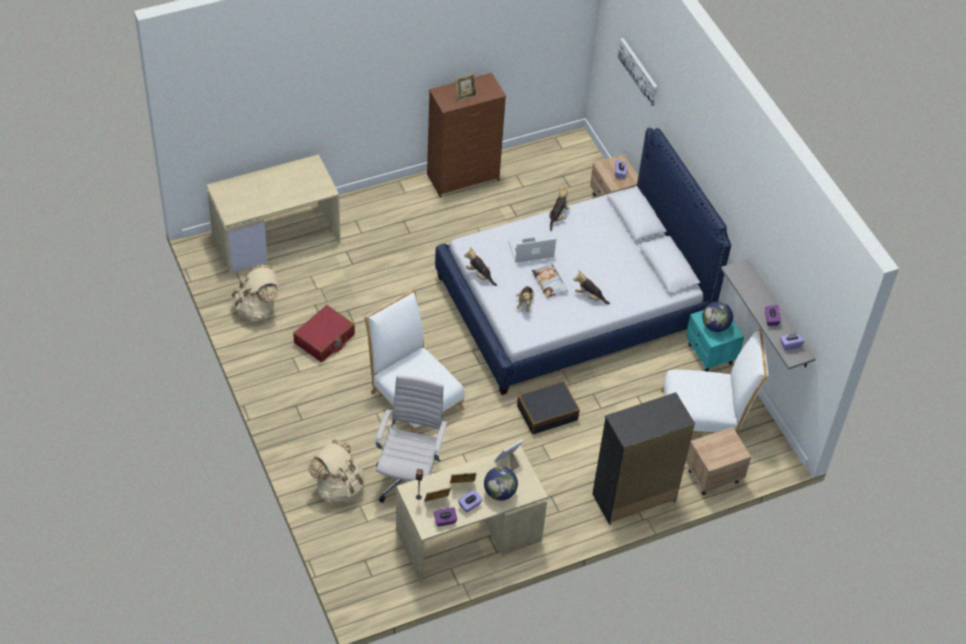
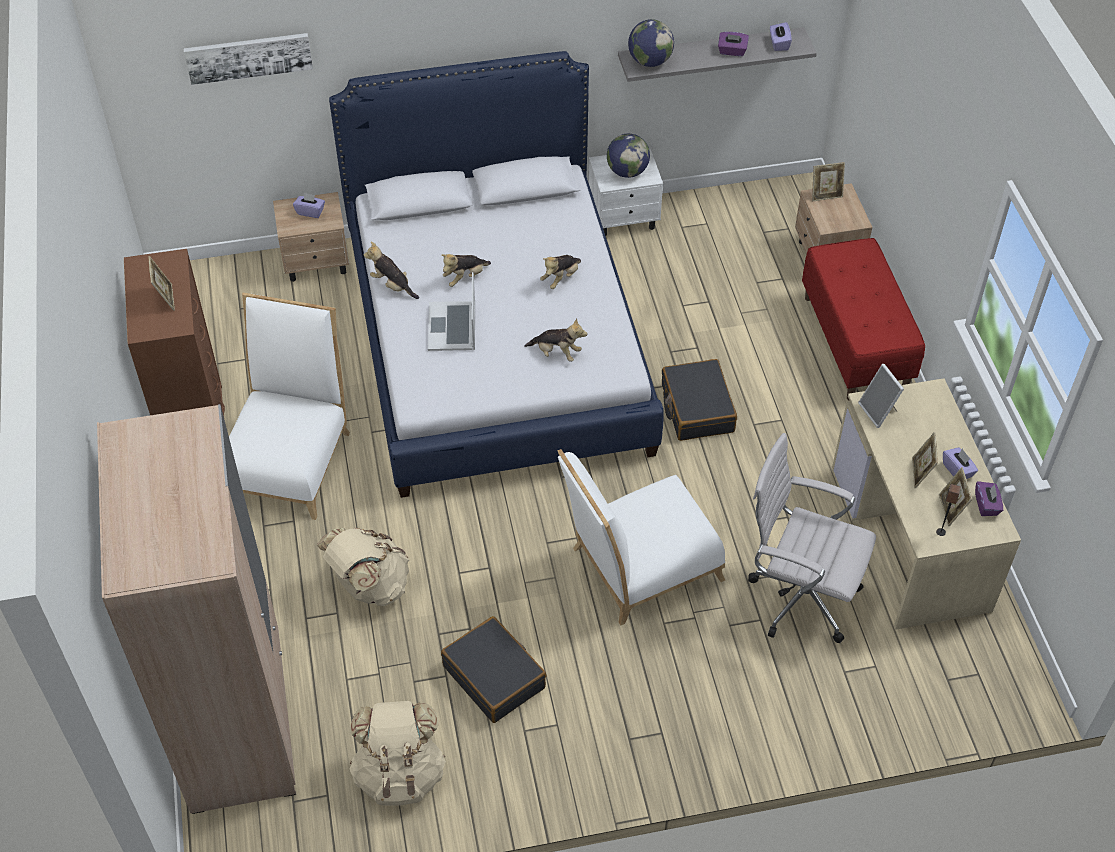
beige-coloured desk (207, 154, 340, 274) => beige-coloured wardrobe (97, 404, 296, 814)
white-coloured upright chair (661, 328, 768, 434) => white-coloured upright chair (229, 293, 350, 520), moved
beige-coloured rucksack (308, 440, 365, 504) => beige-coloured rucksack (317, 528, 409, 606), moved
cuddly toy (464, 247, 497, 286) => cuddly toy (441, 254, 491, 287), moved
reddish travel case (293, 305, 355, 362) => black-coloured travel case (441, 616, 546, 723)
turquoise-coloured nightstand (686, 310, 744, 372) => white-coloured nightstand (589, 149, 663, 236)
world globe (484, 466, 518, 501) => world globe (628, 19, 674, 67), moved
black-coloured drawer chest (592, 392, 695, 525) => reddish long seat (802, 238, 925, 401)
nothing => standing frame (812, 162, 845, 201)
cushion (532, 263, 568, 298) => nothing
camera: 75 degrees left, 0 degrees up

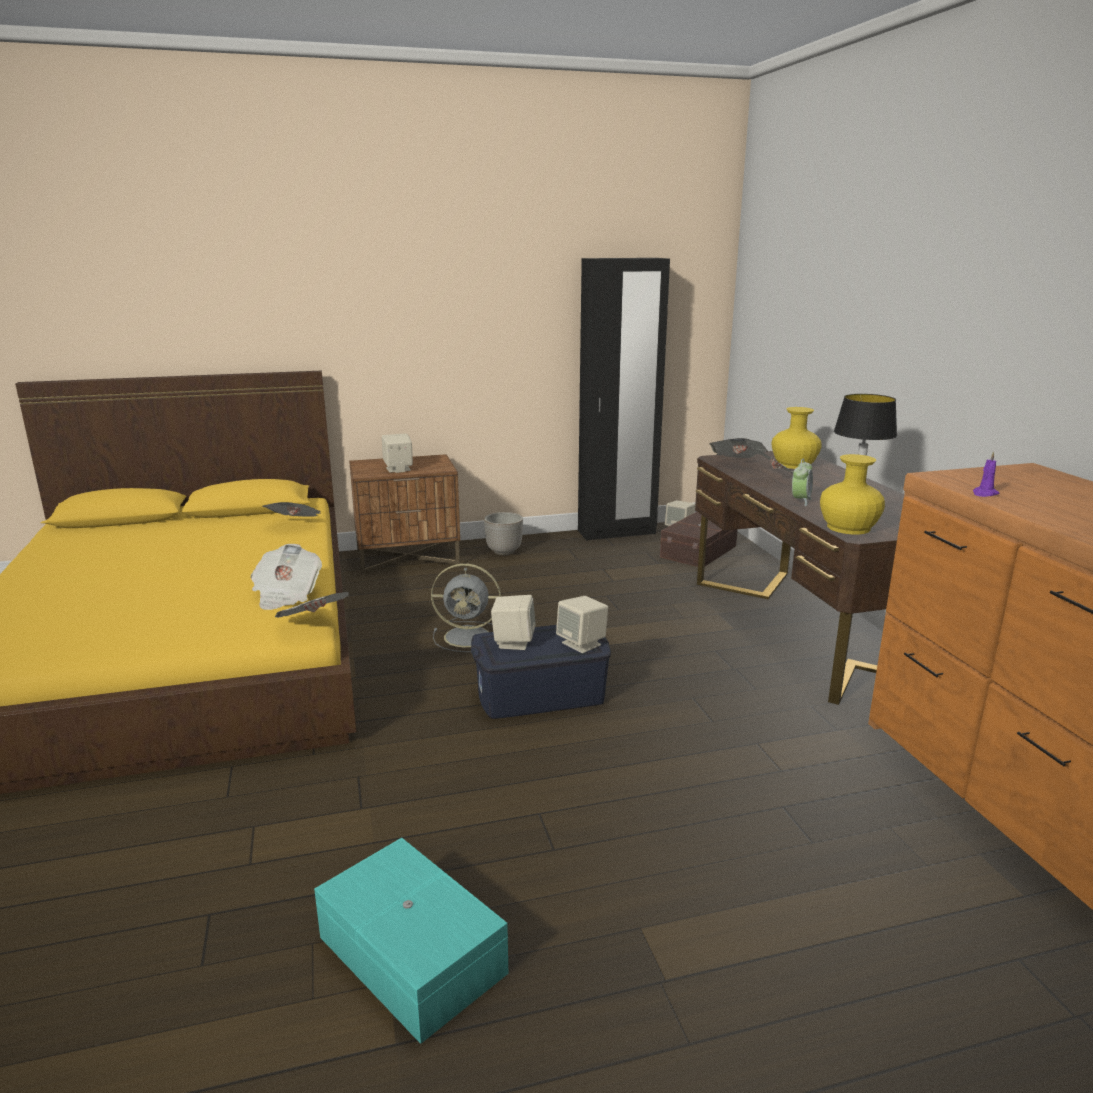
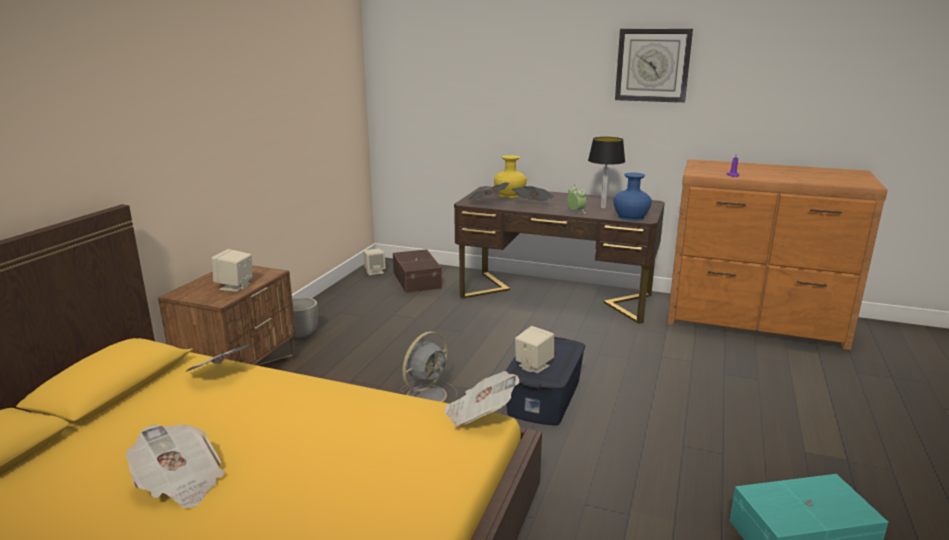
daily paper (251, 544, 322, 610) => daily paper (126, 424, 225, 508), moved
yellow-coloured vase (820, 454, 885, 535) => bluish vase (613, 173, 652, 221)
nothing => wall clock (615, 29, 693, 103)
beige-coloured speaker (556, 596, 608, 653) => nothing
black-coloured wardrobe (578, 258, 670, 541) => nothing
camera: 55 degrees left, 0 degrees up

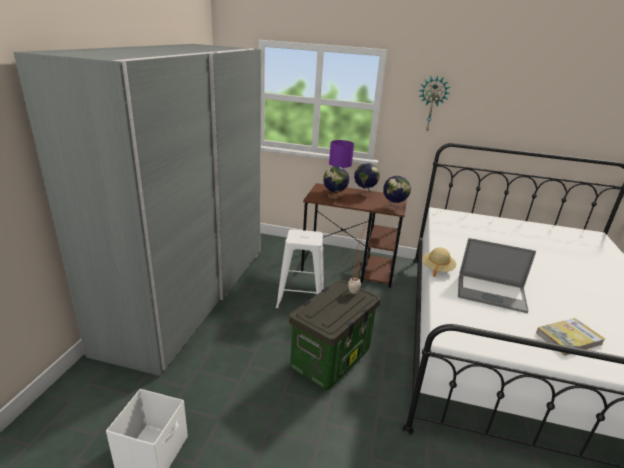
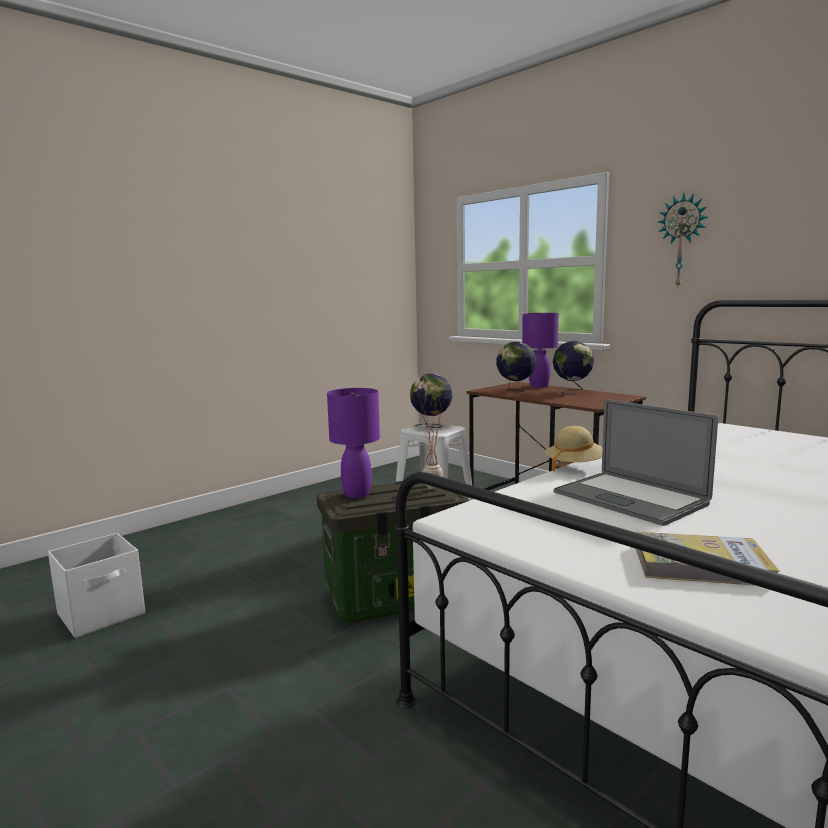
nothing => purplish lamp for a table (327, 388, 380, 498)
world globe (382, 176, 411, 210) => world globe (410, 374, 452, 428), moved
grey wardrobe (14, 44, 262, 376) => nothing
camera: 35 degrees right, 15 degrees down

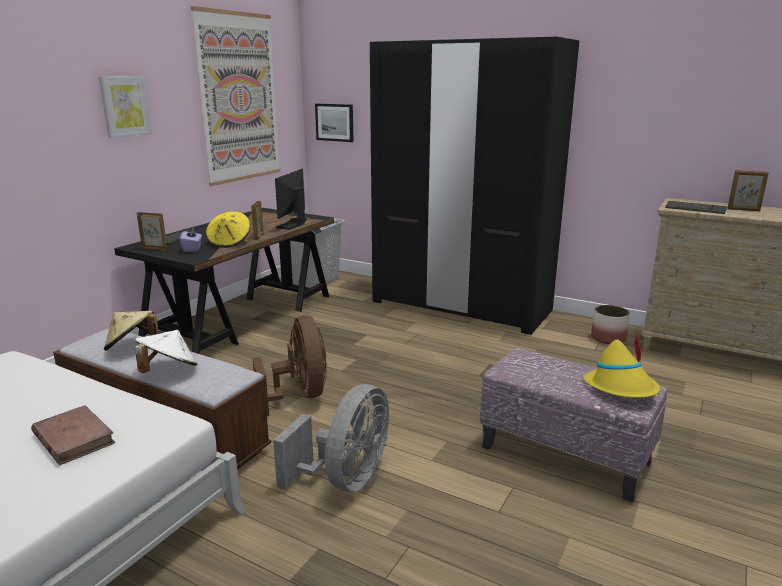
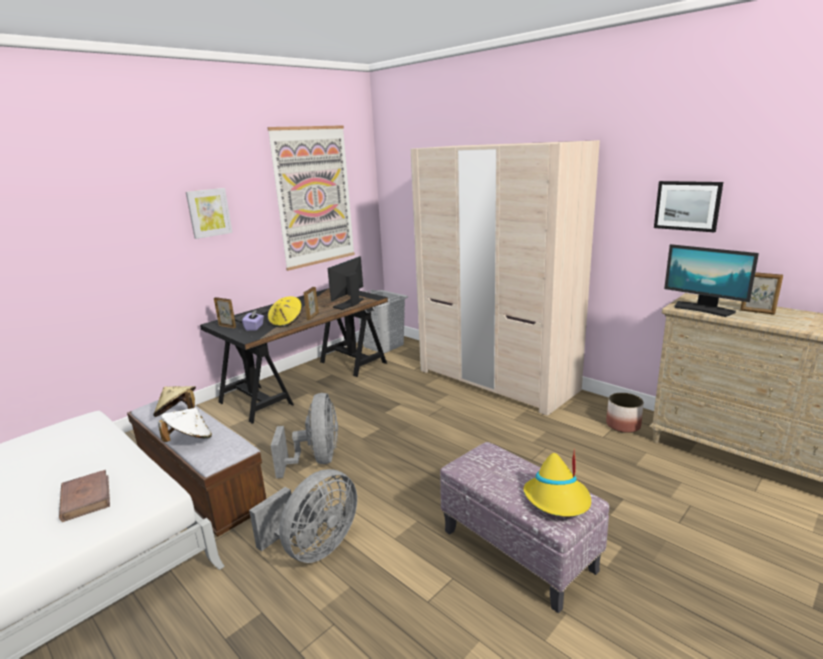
brown fan (253, 315, 327, 417) => grey fan (271, 393, 338, 478)
black-coloured wardrobe (370, 37, 579, 335) => beige-coloured wardrobe (411, 140, 600, 416)
picture (315, 104, 354, 142) => picture (654, 181, 723, 232), moved
PC keyboard (665, 201, 727, 214) => monitor (664, 244, 759, 317)
camera: 15 degrees right, 0 degrees up

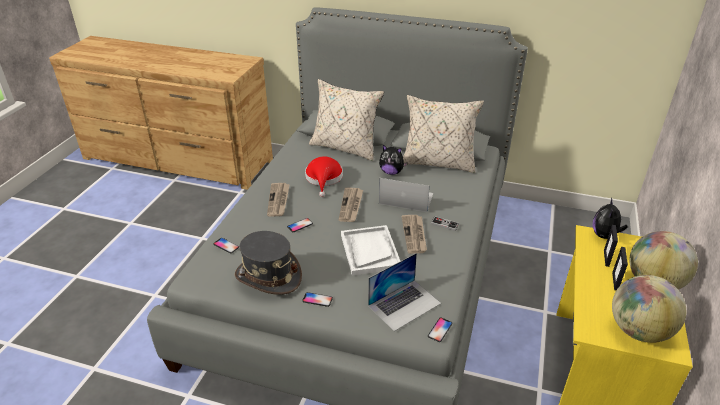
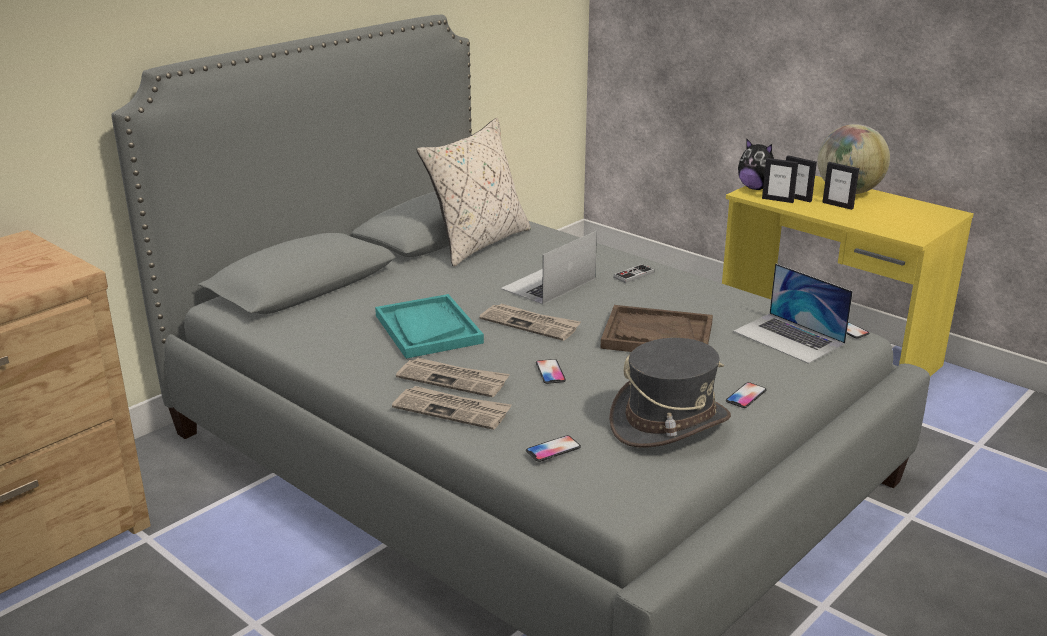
reddish clothing hat (305, 156, 343, 197) => turquoise-coloured tray (375, 294, 484, 359)
daily paper (402, 215, 427, 254) => daily paper (392, 386, 511, 430), moved
white-coloured tray (341, 225, 400, 276) => brown tray (601, 305, 713, 352)
notebook computer (368, 253, 441, 331) => notebook computer (733, 263, 853, 364), 150 degrees clockwise
nothing => standing frame (762, 158, 798, 203)
beige-coloured cushion (309, 79, 384, 161) => nothing
cuddly toy (379, 145, 408, 175) => nothing
world globe (612, 275, 686, 343) => nothing
camera: 65 degrees left, 10 degrees down

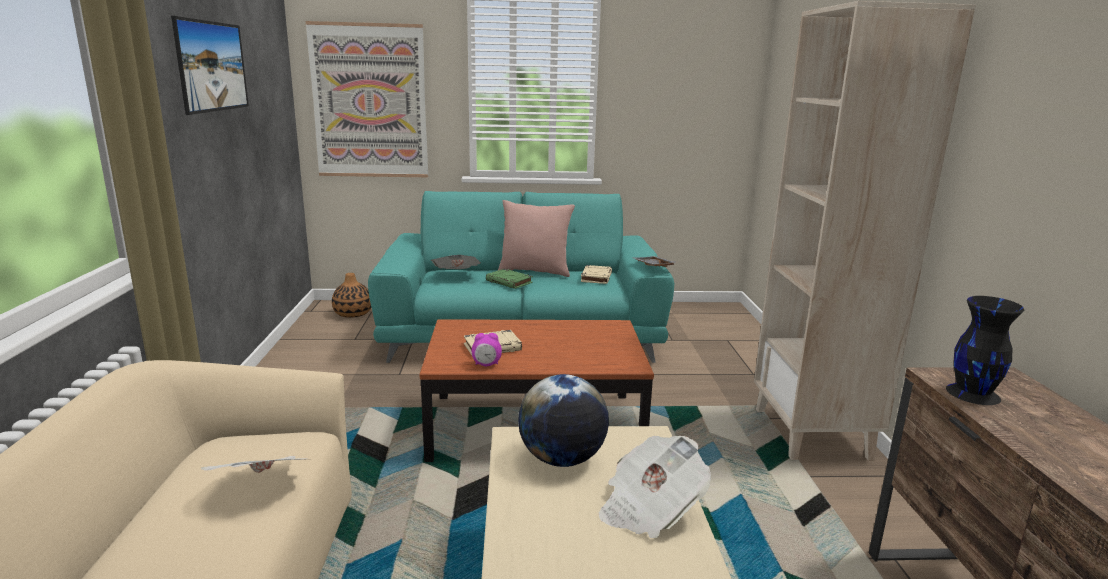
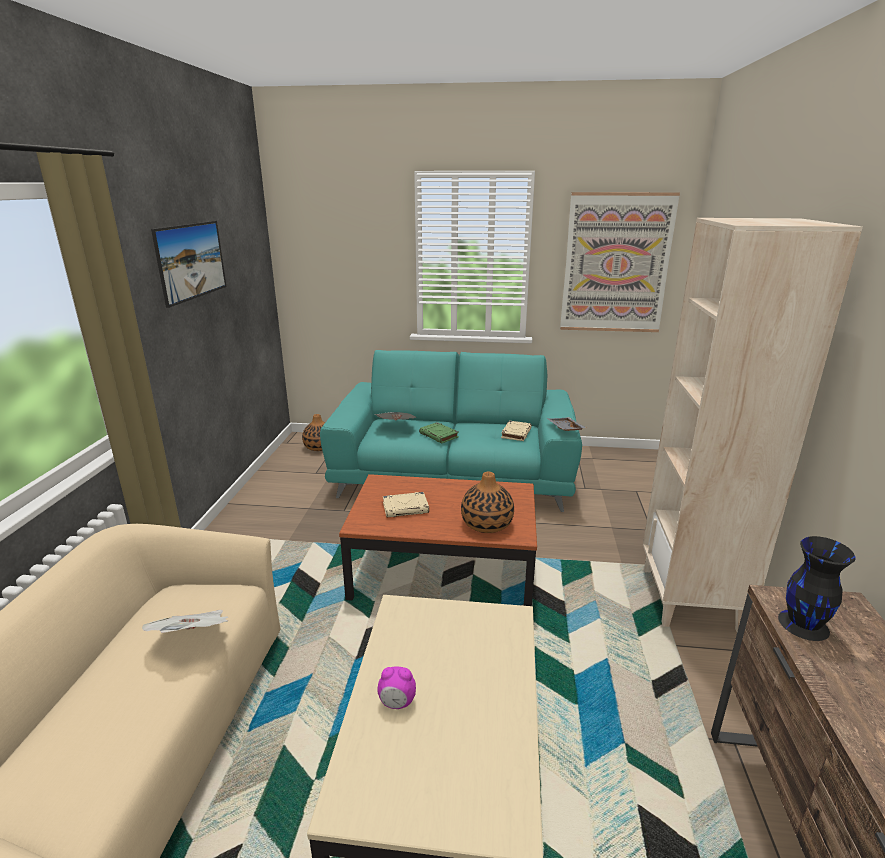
bedside clock (472, 333, 502, 366) => bedside clock (377, 667, 416, 709), moved
nothing => vase (461, 472, 514, 533)
picture (306, 21, 428, 177) => picture (560, 192, 680, 332), moved
pinkish cushion (498, 200, 575, 277) => nothing
world globe (518, 374, 609, 467) => nothing
daily paper (598, 436, 711, 538) => nothing
camera: 10 degrees right, 5 degrees up

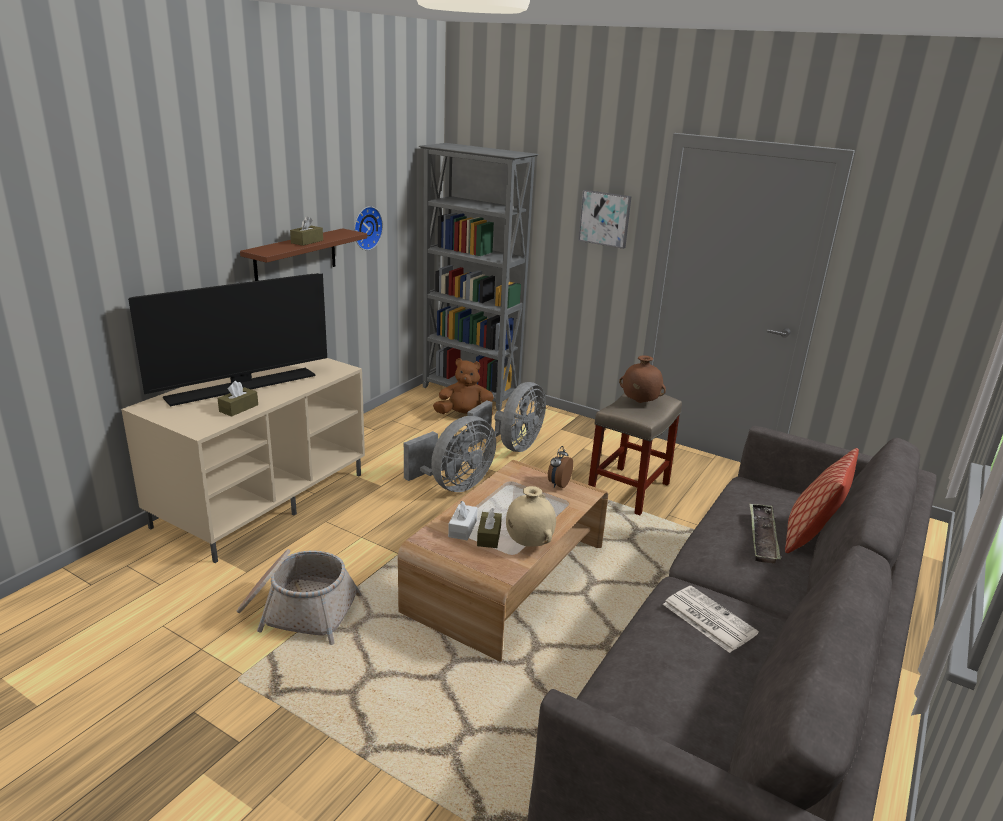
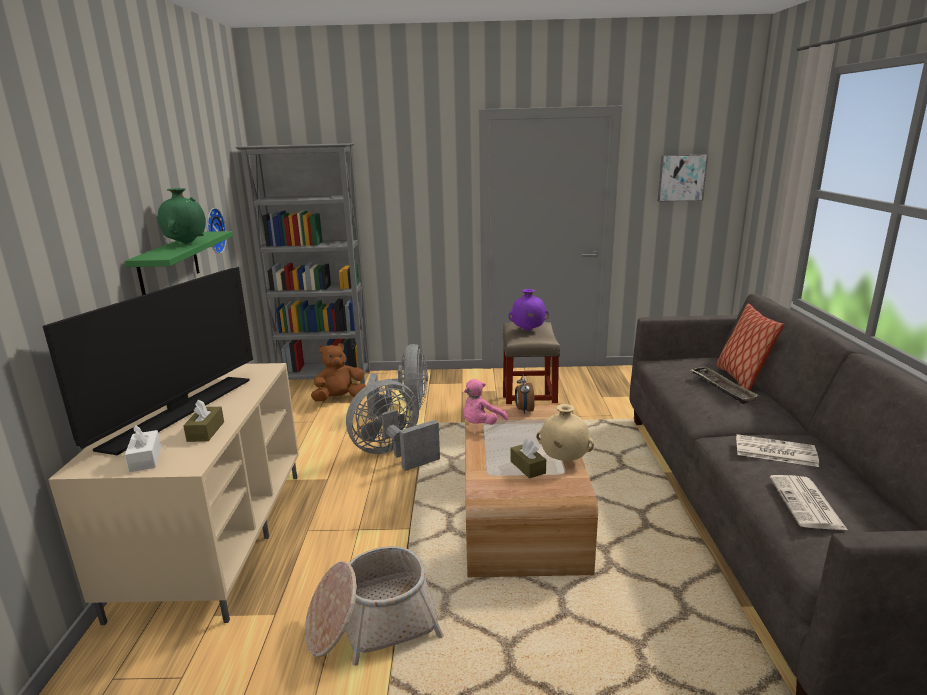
brown shelf (240, 228, 367, 281) => greenish shelf (125, 231, 233, 295)
white-coloured tissue box (448, 501, 478, 540) => white-coloured tissue box (125, 425, 161, 472), moved
brown tissue box (290, 216, 323, 246) => greenish vase (158, 188, 206, 244)
grey fan (404, 416, 496, 492) => grey fan (346, 380, 440, 471), 135 degrees counterclockwise
nothing => pinkish cuddly toy (463, 379, 508, 425)
brown vase (619, 355, 666, 403) => purplish vase (508, 289, 549, 331)
picture (578, 190, 631, 249) => picture (658, 154, 708, 202), moved
nothing => daily paper (770, 475, 848, 530)
camera: 30 degrees left, 5 degrees down

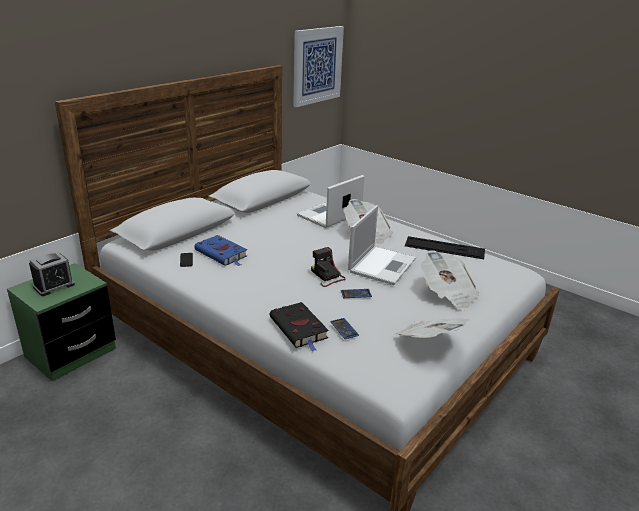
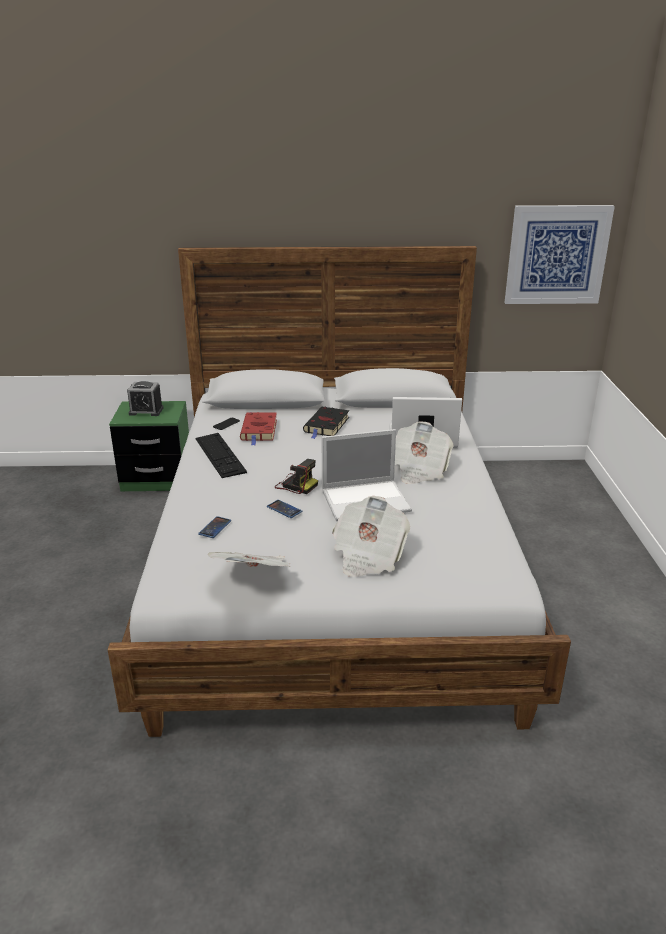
PC keyboard (405, 236, 485, 259) => PC keyboard (195, 433, 247, 478), moved
bluish bound book (194, 235, 247, 266) => reddish bound book (240, 412, 277, 445)
photo camera (311, 247, 345, 287) => photo camera (275, 459, 318, 494), 105 degrees clockwise
black-coloured bound book (270, 302, 329, 352) => black-coloured bound book (303, 407, 349, 439), moved
camera: 50 degrees right, 0 degrees up

